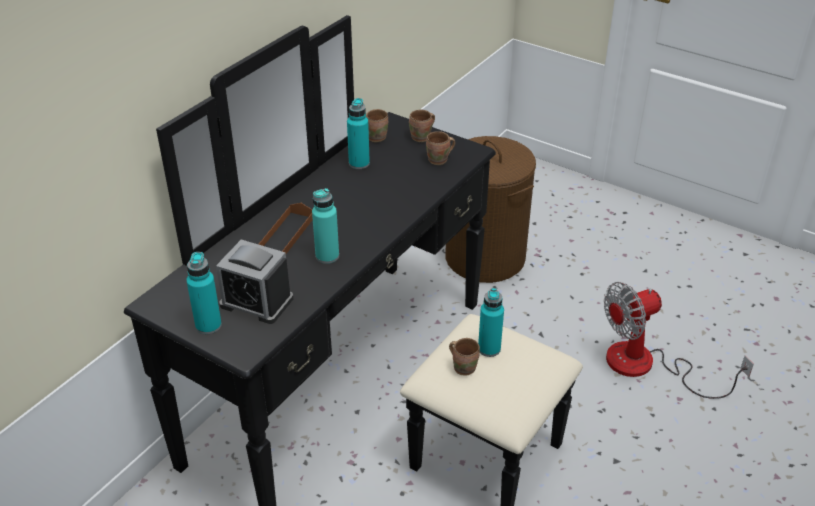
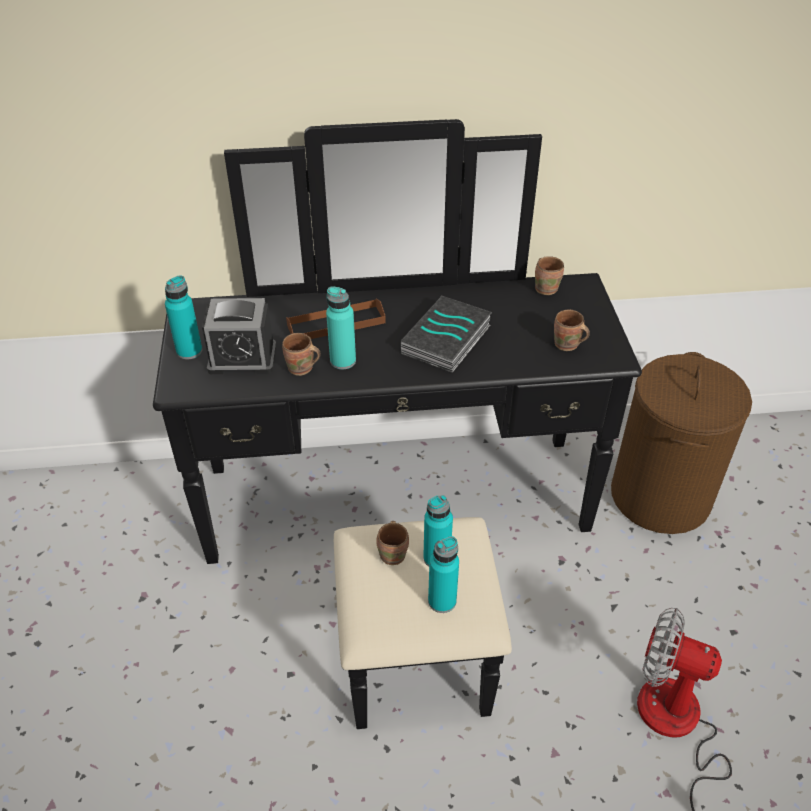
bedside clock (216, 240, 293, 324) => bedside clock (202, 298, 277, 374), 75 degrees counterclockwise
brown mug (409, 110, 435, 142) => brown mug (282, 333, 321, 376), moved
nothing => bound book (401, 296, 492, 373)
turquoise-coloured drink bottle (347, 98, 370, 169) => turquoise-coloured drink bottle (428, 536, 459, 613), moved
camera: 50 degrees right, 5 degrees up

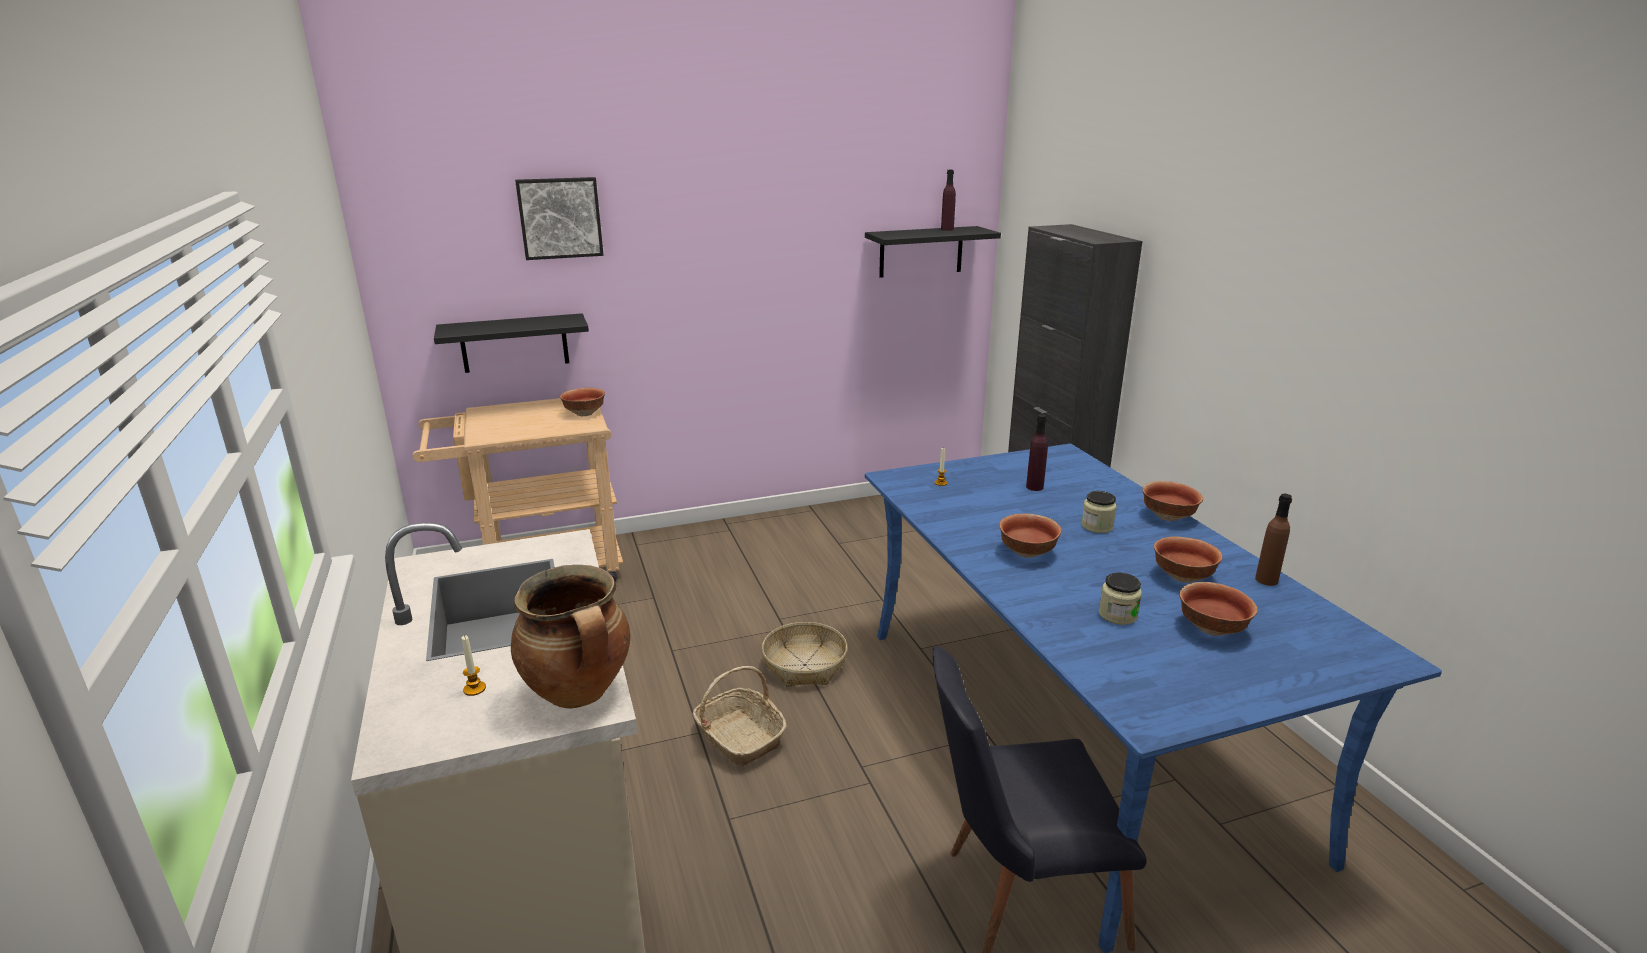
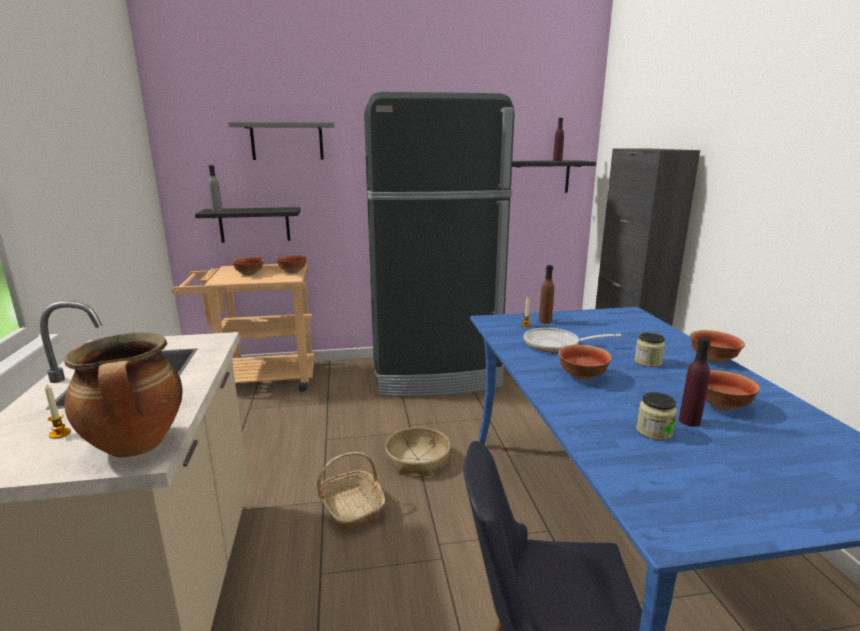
nothing => grey drink bottle (208, 165, 223, 212)
picture (515, 177, 604, 260) => grey shelf (228, 122, 335, 160)
bowl (1179, 582, 1258, 636) => bowl (232, 257, 264, 276), moved
nothing => black-coloured fridge (364, 92, 515, 397)
nothing => skillet (524, 328, 621, 353)
brown drink bottle (1255, 494, 1292, 586) => brown drink bottle (539, 265, 554, 324), moved
purplish drink bottle (1026, 414, 1048, 491) => purplish drink bottle (679, 337, 710, 427), moved
camera: 10 degrees right, 5 degrees down

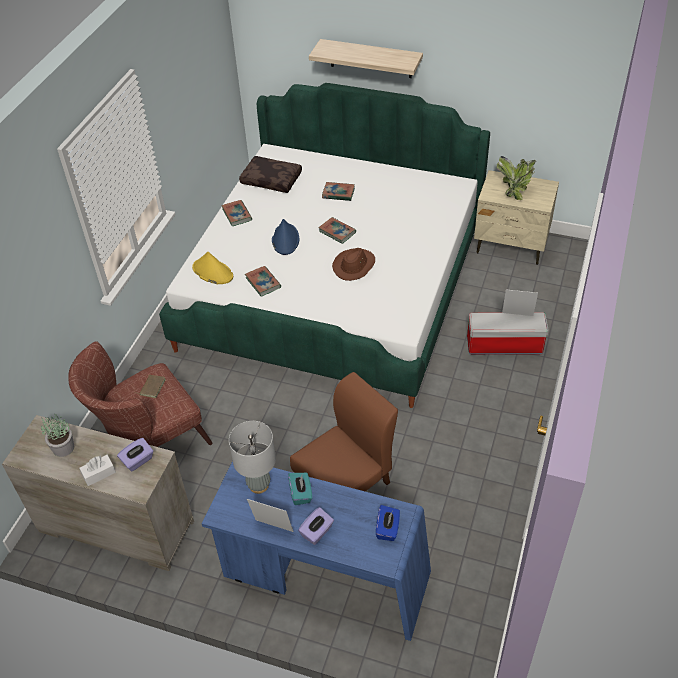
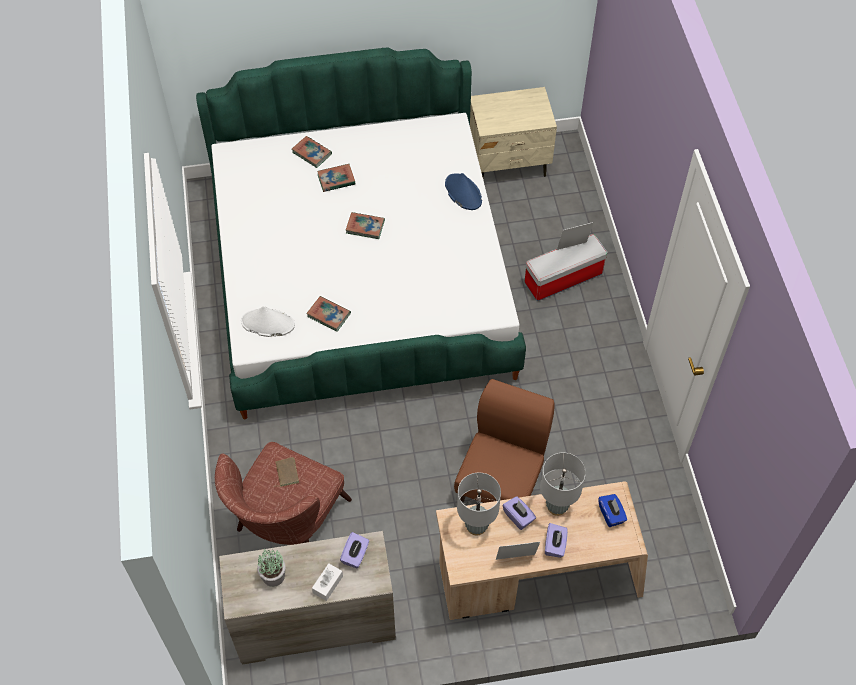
yellow-coloured clothing hat (192, 252, 233, 284) => white-coloured clothing hat (241, 306, 295, 337)
bound book (221, 200, 252, 226) => bound book (291, 136, 332, 168), moved
bluish desk (202, 461, 431, 641) => beige-coloured desk (436, 481, 648, 620)
bluish clothing hat (272, 219, 300, 255) => bluish clothing hat (445, 173, 482, 210), moved
turquoise-coloured tissue box (288, 473, 312, 505) => purplish tissue box (503, 496, 536, 530)
nothing => grey lamp for a table (540, 453, 586, 516)
brown cushion (239, 156, 302, 193) => nothing
shelf (309, 39, 423, 78) => nothing
brown clothing hat (332, 248, 375, 281) => nothing
houseplant (497, 156, 536, 200) => nothing
camera: 30 degrees left, 10 degrees up

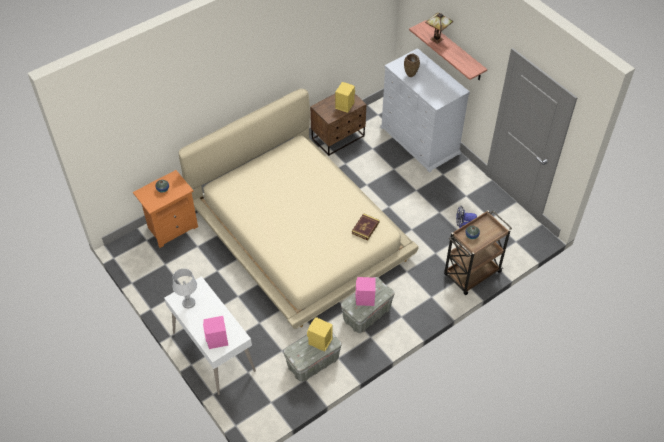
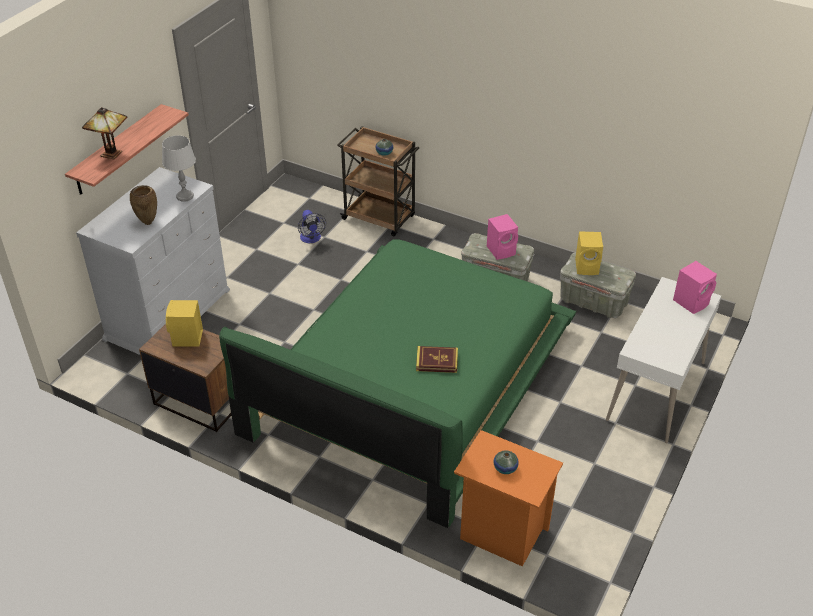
grey lamp for a table (173, 268, 197, 308) => grey lamp for a table (162, 135, 196, 202), moved
beige-coloured sleeping bed (179, 89, 419, 329) => greenish sleeping bed (219, 239, 576, 528)
bound book (352, 213, 380, 241) => bound book (416, 346, 458, 373), moved
camera: 115 degrees left, 10 degrees down

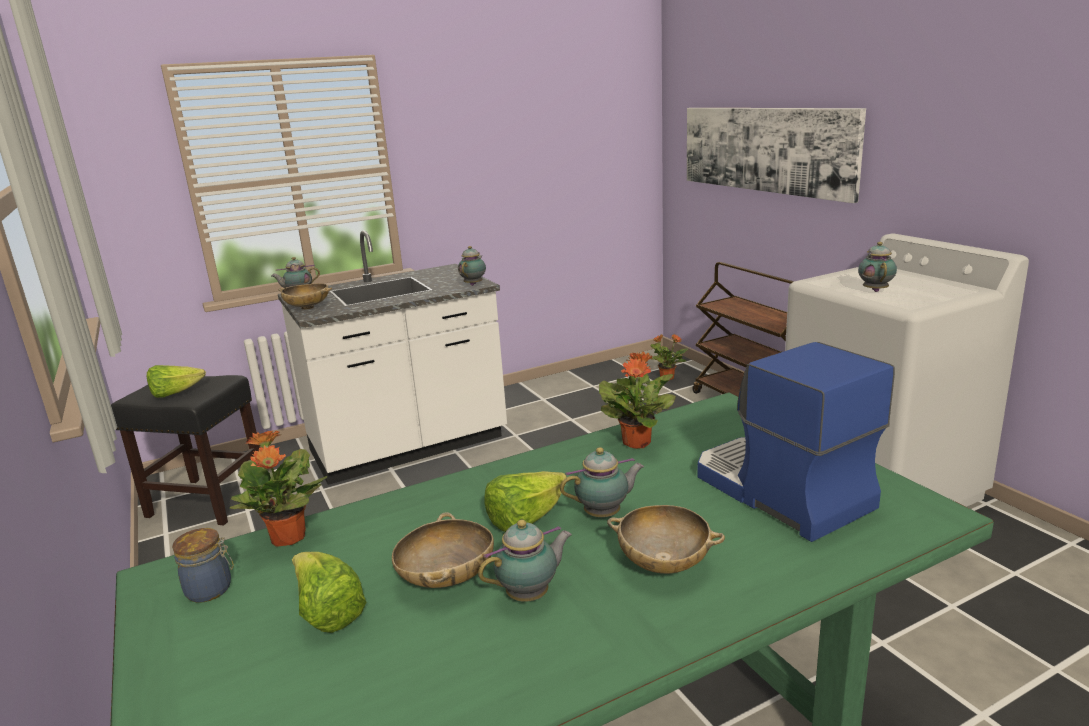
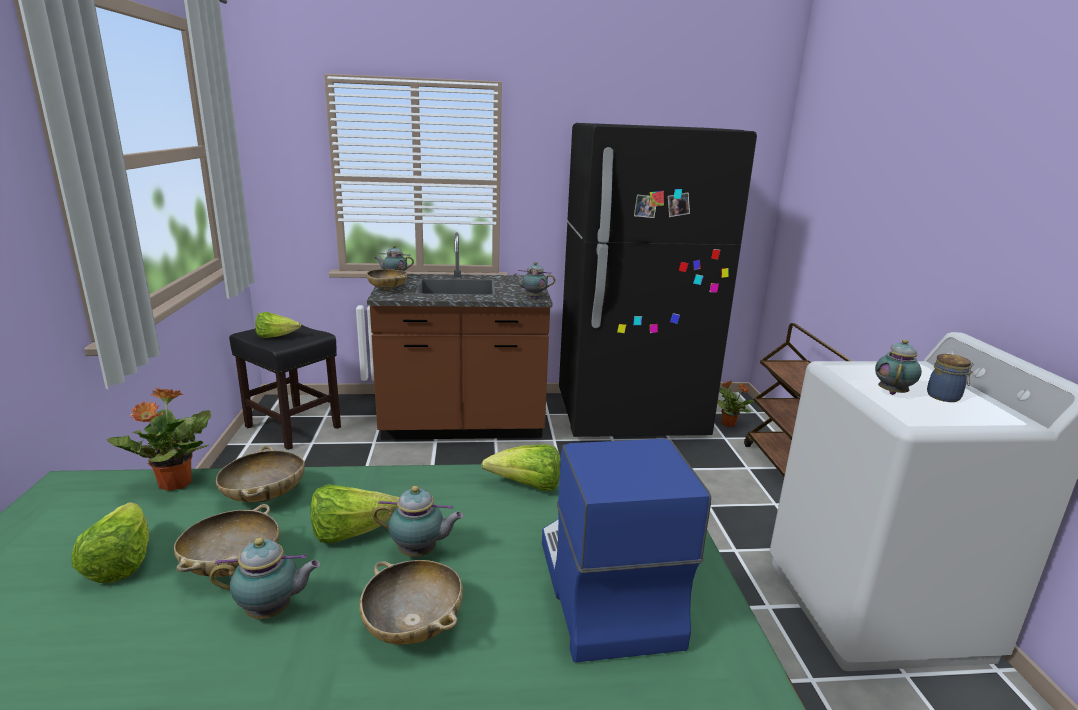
nothing => beige-coloured bowl (216, 446, 305, 502)
white-coloured counter (278, 230, 507, 485) => brown counter (367, 233, 552, 440)
houseplant (599, 352, 676, 449) => head of lettuce (481, 444, 561, 491)
tea pot (458, 246, 486, 286) => tea pot (514, 262, 555, 298), 120 degrees counterclockwise
nothing => black-coloured fridge (559, 123, 757, 437)
jar (172, 528, 234, 603) => jar (927, 354, 975, 402), moved
picture (687, 108, 866, 203) => nothing
camera: 20 degrees right, 0 degrees up

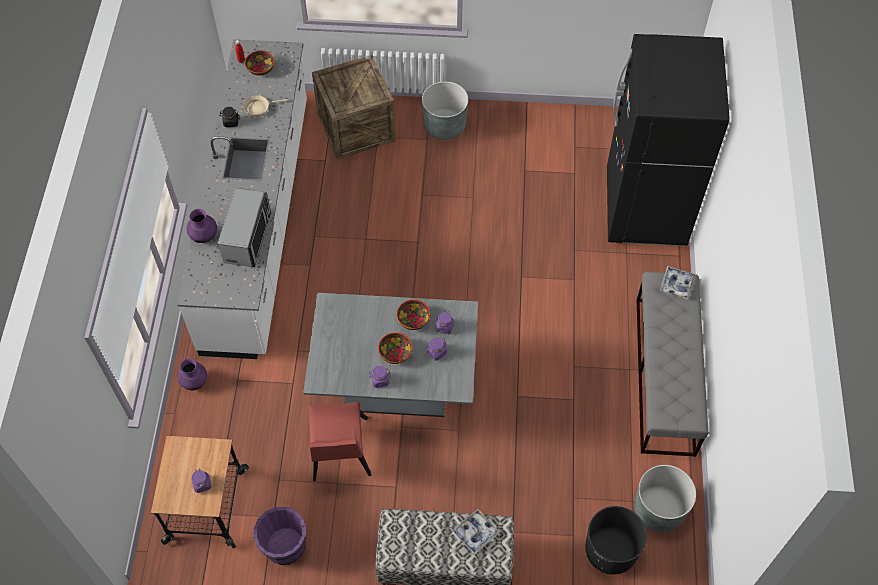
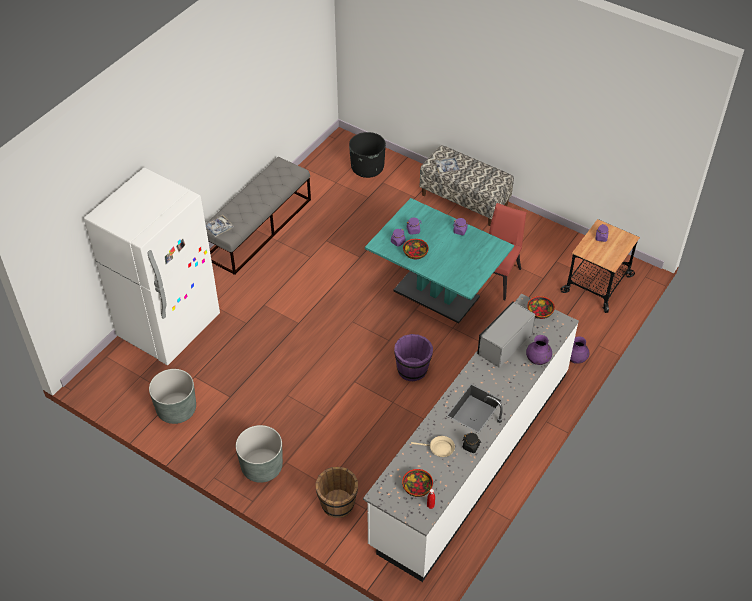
black-coloured fridge (607, 34, 730, 246) => white-coloured fridge (84, 168, 220, 365)
grey planter (634, 465, 696, 532) => grey planter (149, 369, 196, 424), moved
packing crate (312, 55, 396, 159) => brown bucket (316, 467, 358, 518)
grey dining table (303, 293, 478, 417) => turquoise-coloured dining table (365, 198, 514, 324)
purplish bucket (253, 507, 306, 565) => purplish bucket (394, 334, 433, 381), moved
bowl (378, 332, 413, 364) => bowl (527, 296, 555, 319), moved
camera: 150 degrees left, 10 degrees down

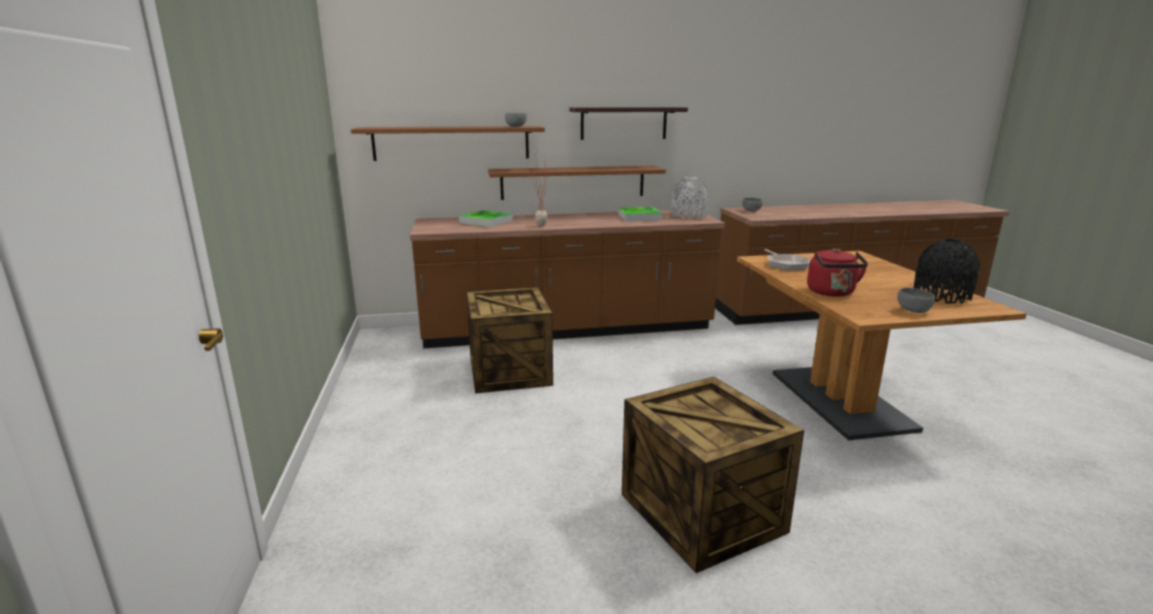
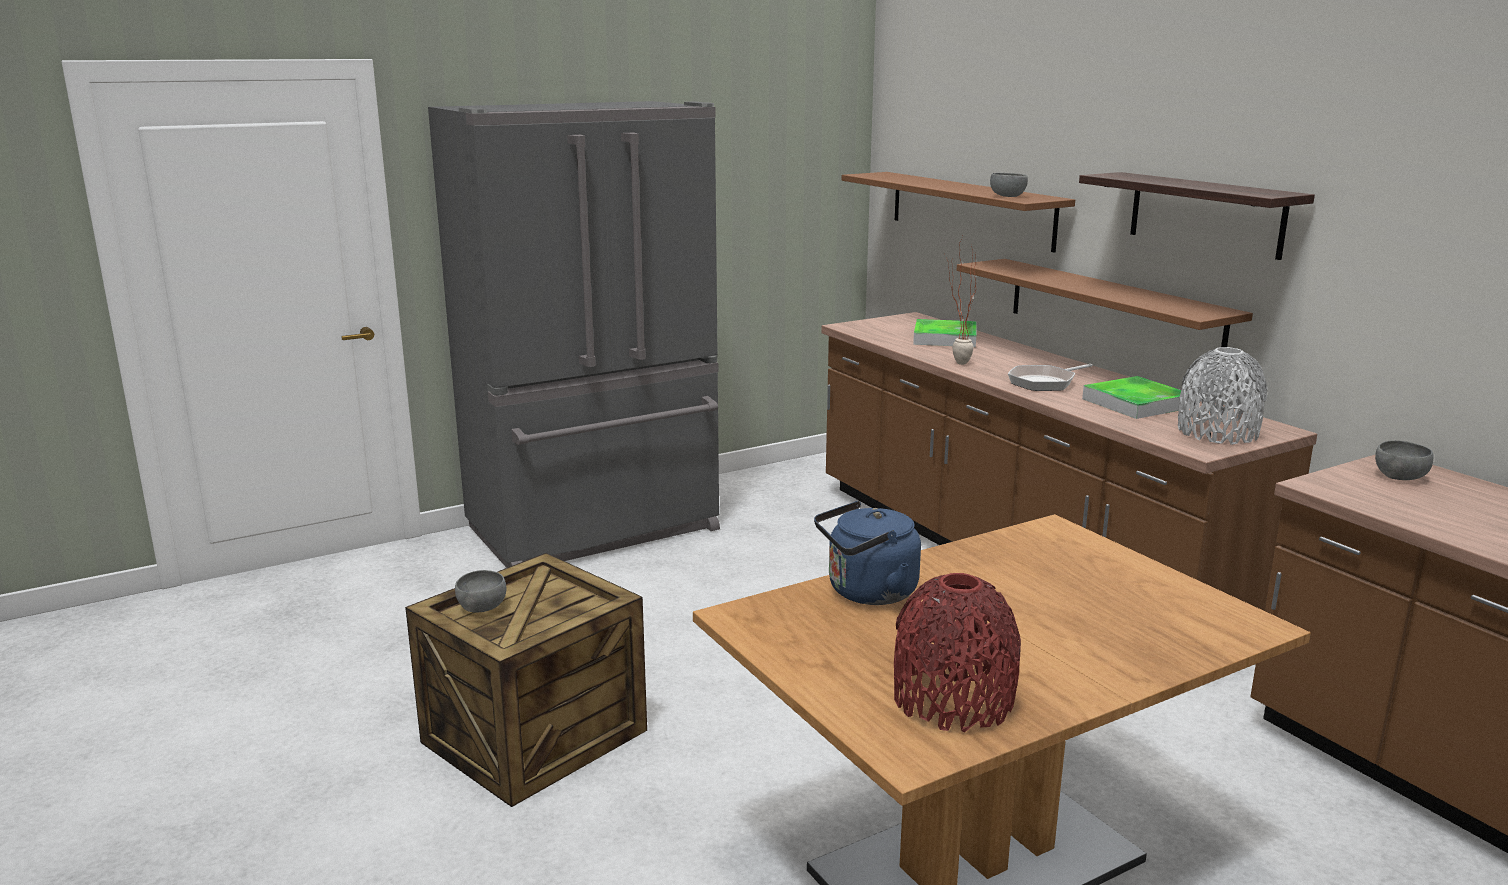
nothing => grey fridge (428, 101, 720, 568)
grey bowl (897, 288, 935, 313) => grey bowl (455, 570, 506, 613), moved
reddish water kettle (807, 248, 868, 297) => bluish water kettle (814, 501, 921, 605)
black-coloured vase (914, 239, 980, 304) => reddish vase (894, 573, 1021, 733)
skillet (764, 249, 810, 271) => skillet (1008, 364, 1092, 391), moved
packing crate (466, 287, 553, 393) => nothing
camera: 70 degrees right, 0 degrees up

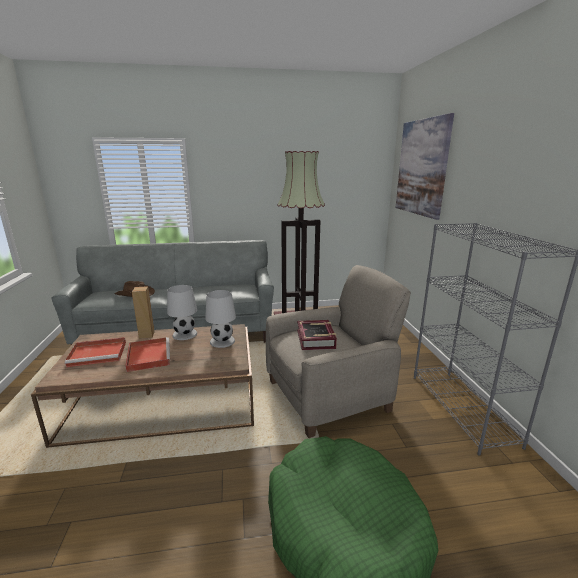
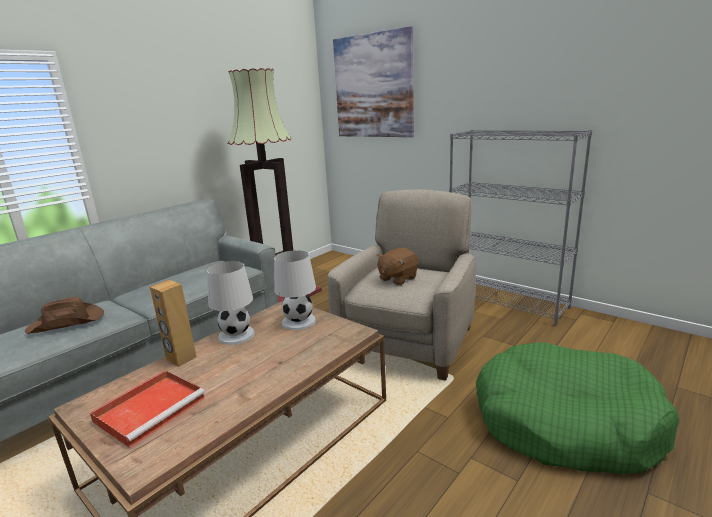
bound book (297, 320, 337, 350) => brown cuddly toy (376, 248, 419, 285)
reddish tray (125, 337, 170, 372) => nothing
camera: 40 degrees left, 0 degrees up

